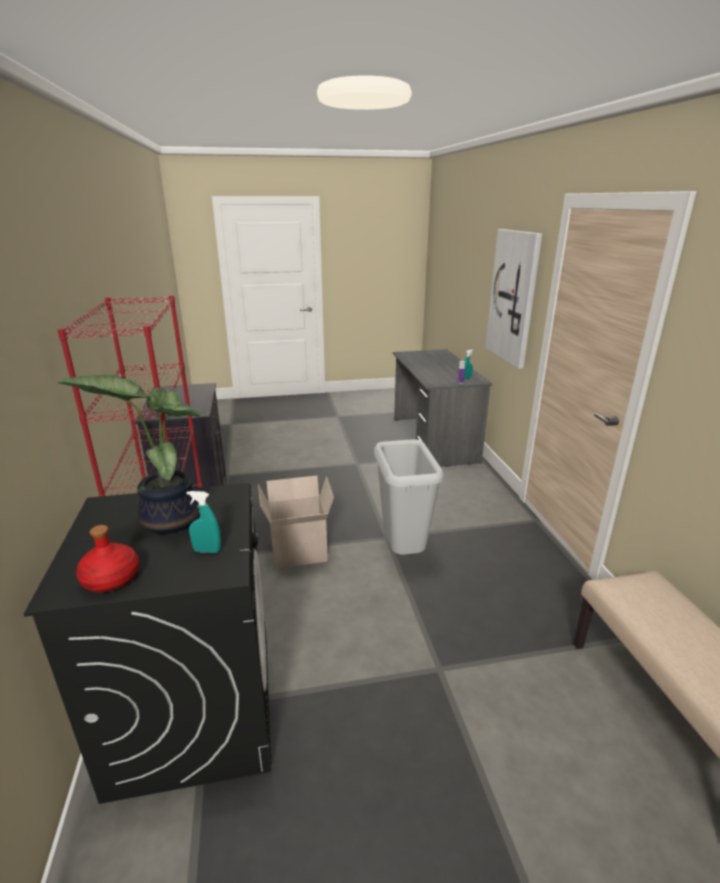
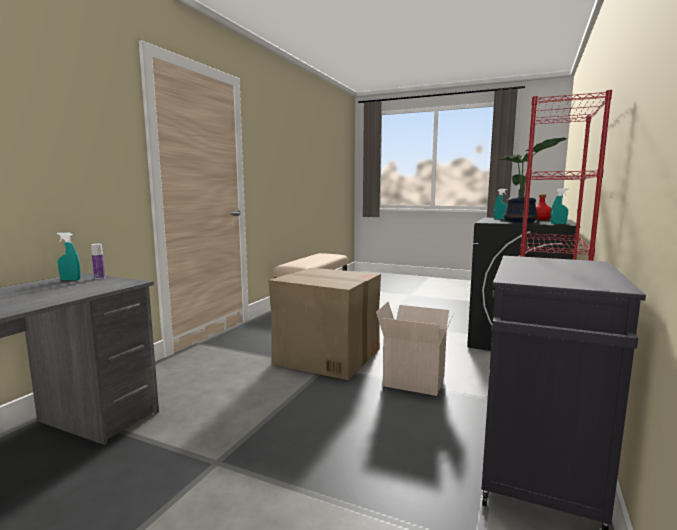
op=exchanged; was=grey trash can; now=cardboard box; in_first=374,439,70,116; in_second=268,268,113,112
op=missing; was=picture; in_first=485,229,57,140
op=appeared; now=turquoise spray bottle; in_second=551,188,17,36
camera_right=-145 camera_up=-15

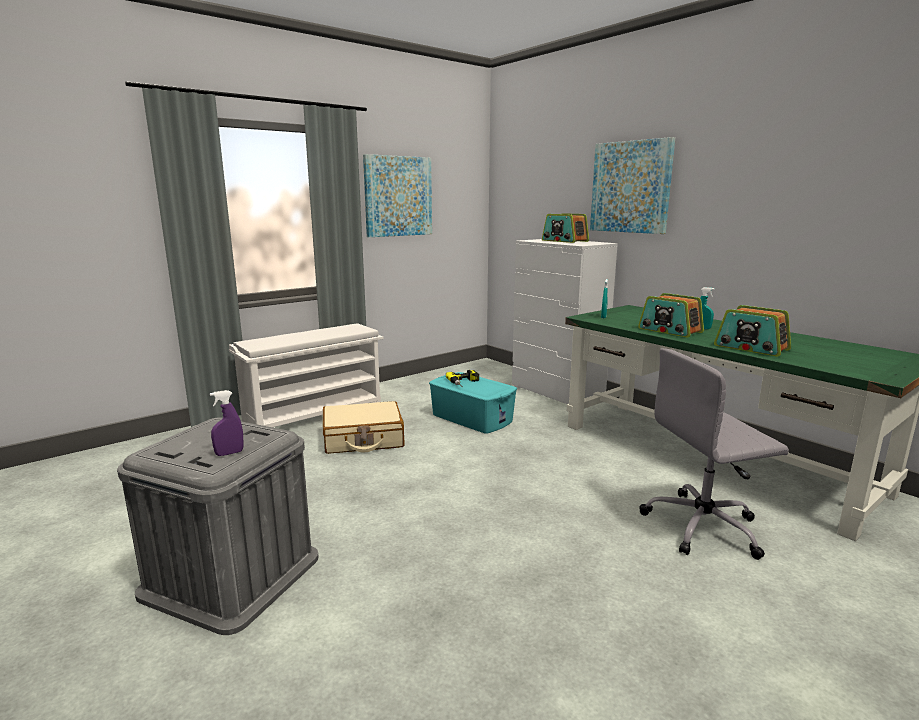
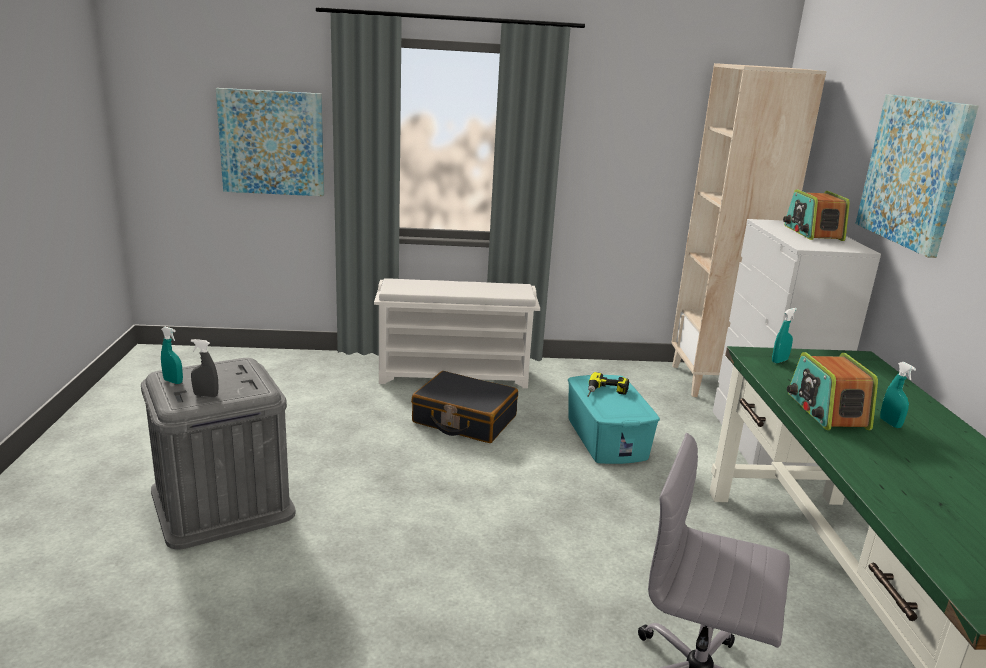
op=colour; was=purple spray bottle; now=grey spray bottle; in_first=210,390,34,66; in_second=191,339,27,58
op=colour; was=beige suitcase; now=black suitcase; in_first=322,401,82,53; in_second=411,371,107,72
op=relocated; was=picture; in_first=363,154,69,83; in_second=216,88,108,108
op=missing; was=radio; in_first=714,305,77,52
op=appeared; now=turquoise spray bottle; in_second=161,327,22,57
op=appeared; now=beige bookcase; in_second=671,63,156,334
camera_right=35 camera_up=5

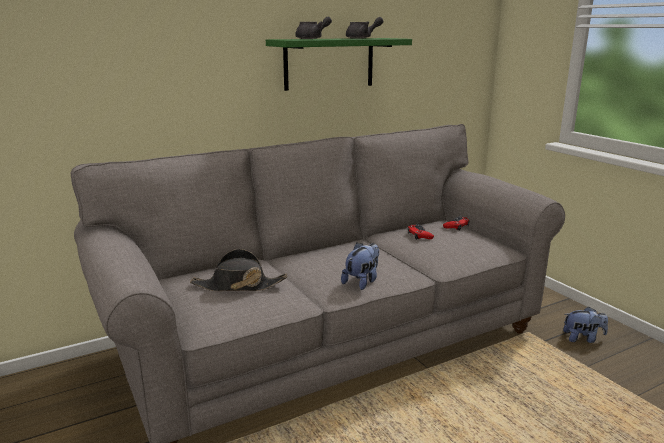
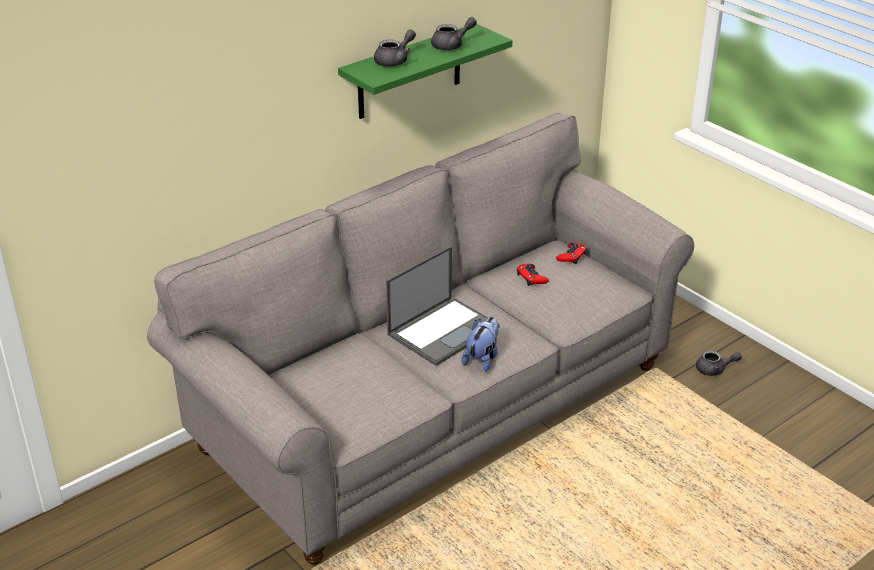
op=missing; was=black hat; in_first=190,249,97,42
op=exchanged; was=plush toy; now=grey teapot; in_first=563,307,45,36; in_second=696,350,46,26
op=appeared; now=laptop; in_second=386,246,114,120
camera_right=-10 camera_up=15

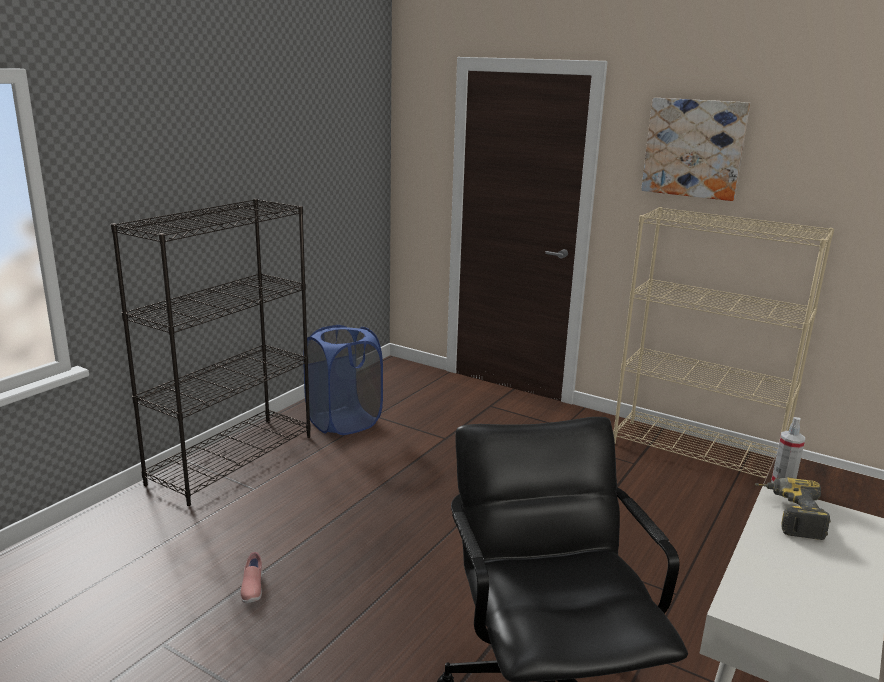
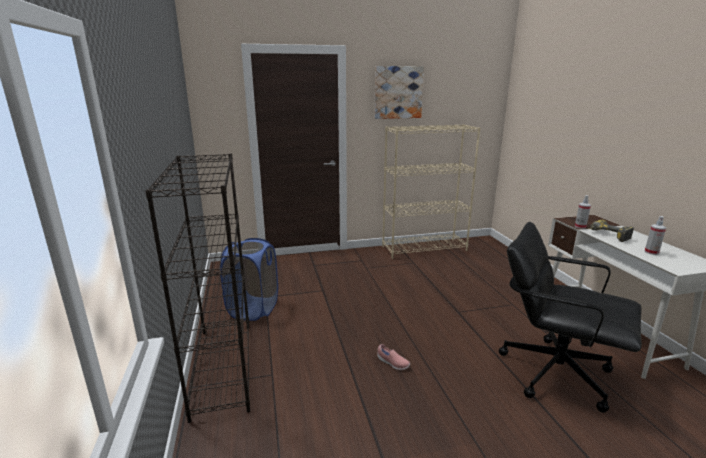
op=relocated; was=pink shoe; in_first=241,552,21,51; in_second=377,344,33,26
op=appeared; now=spray bottle; in_second=645,216,21,39
camera_right=-45 camera_up=0

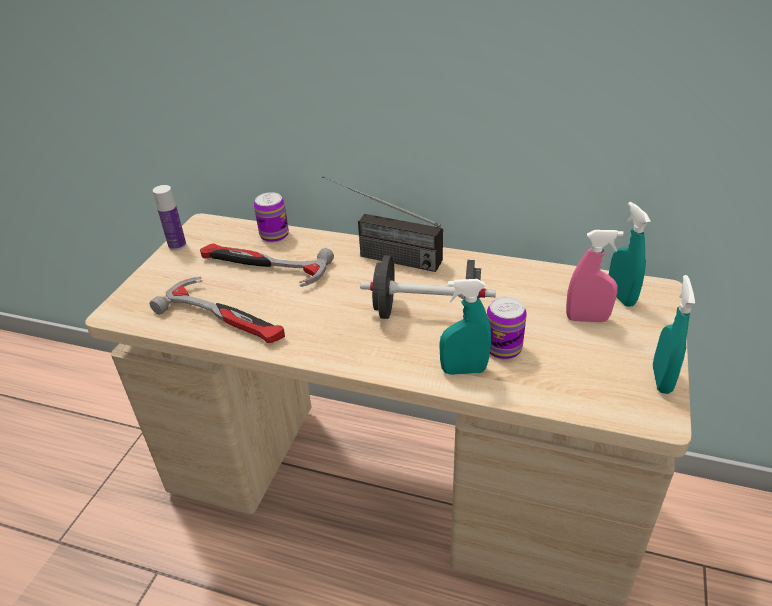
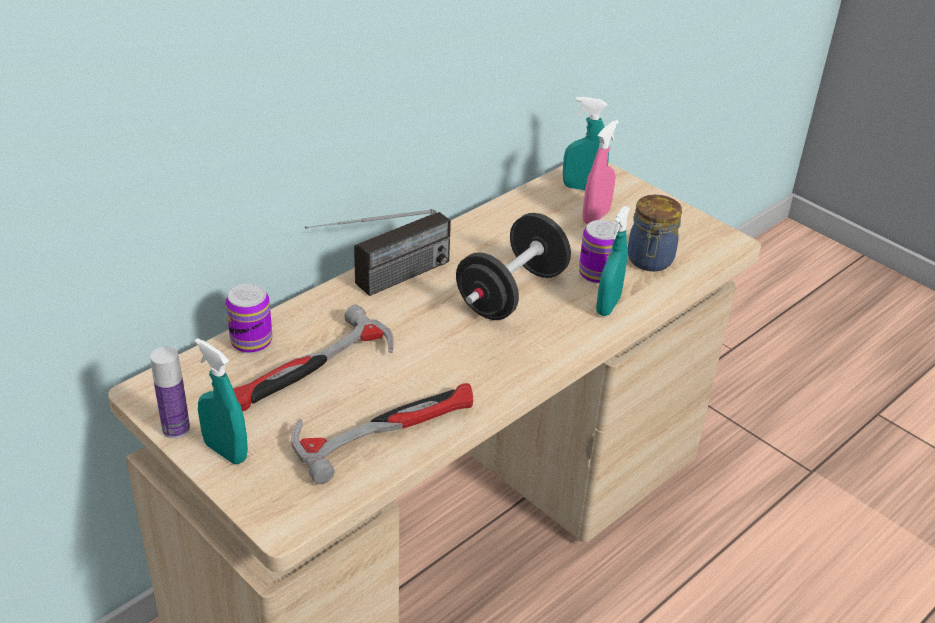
op=relocated; was=turquoise spray bottle; in_first=653,275,42,119; in_second=195,338,53,126
op=appeared; now=jar; in_second=628,195,54,77
camera_right=-65 camera_up=0

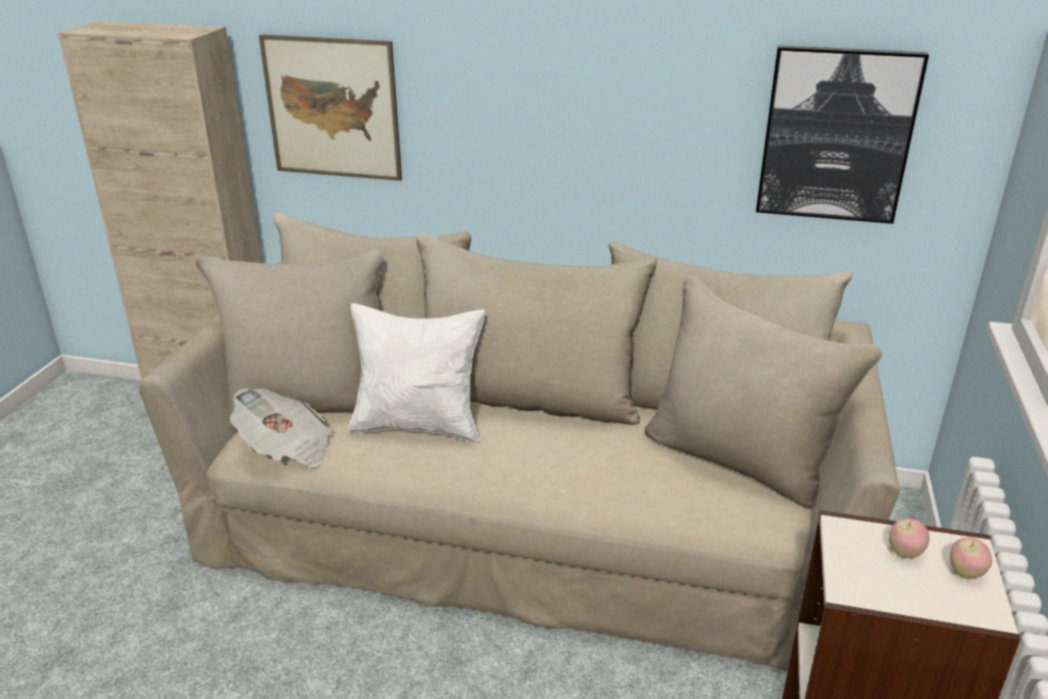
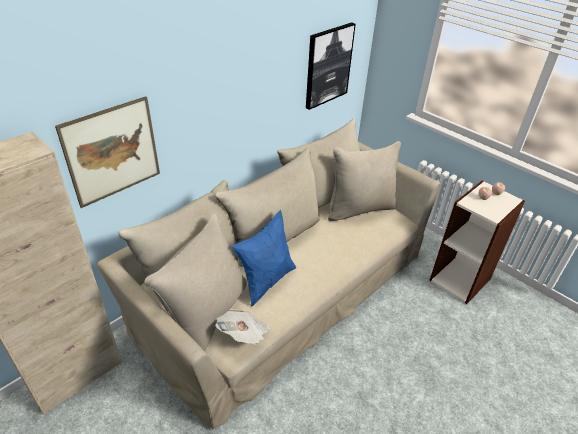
op=colour; was=white pillow; now=blue pillow; in_first=348,303,137,140; in_second=232,210,64,96
camera_right=-60 camera_up=10

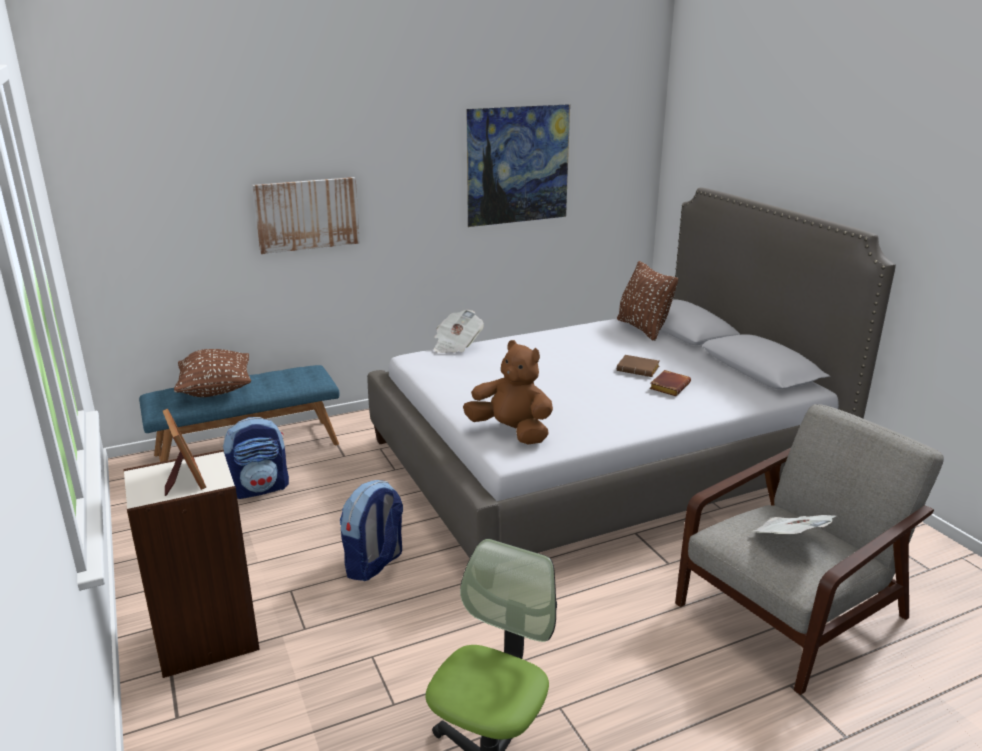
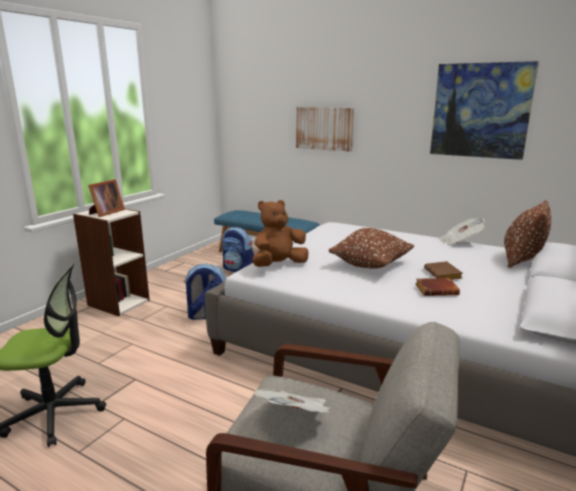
op=relocated; was=brown pillow; in_first=174,349,77,48; in_second=329,228,85,41
op=relocated; was=newspaper; in_first=434,310,50,43; in_second=438,218,47,26
op=spun; was=brown plush toy; in_first=463,340,90,105; in_second=253,200,55,67; clockwise=-120
camera_right=55 camera_up=-5

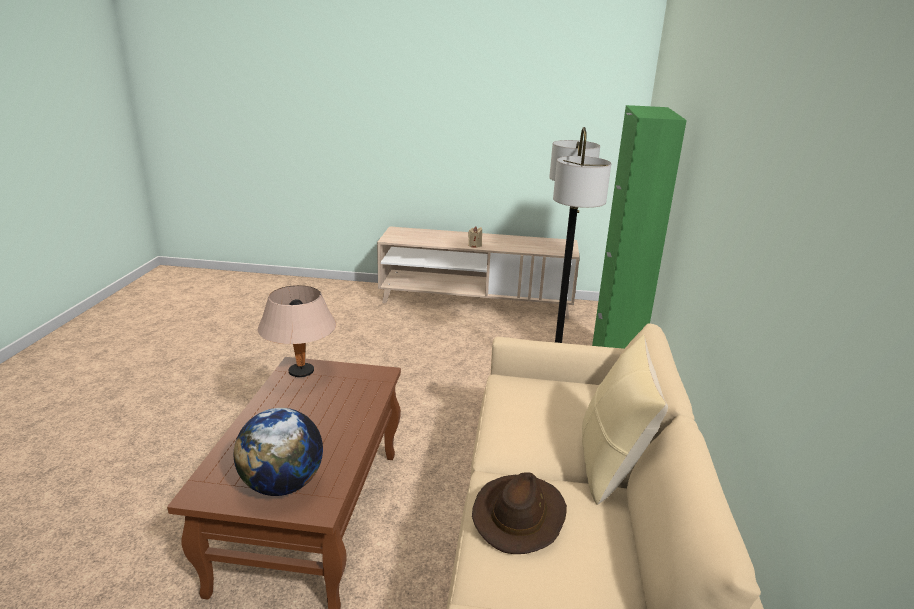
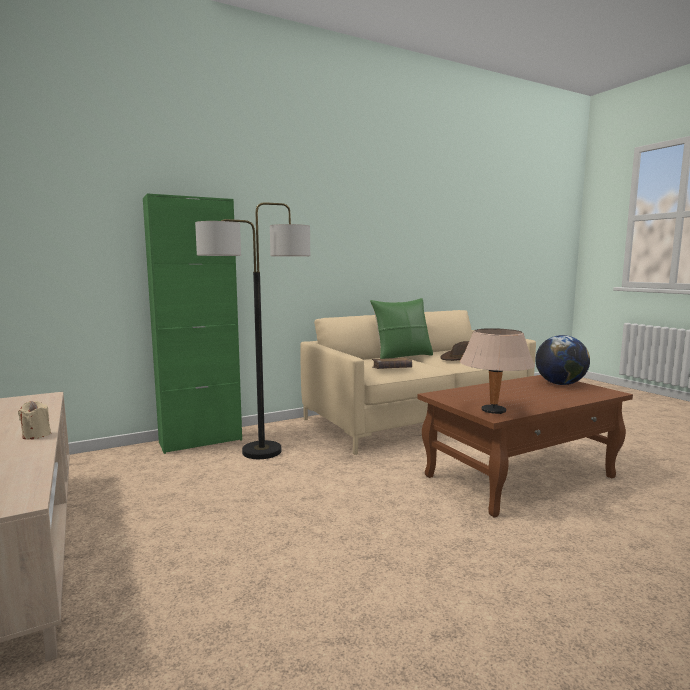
op=colour; was=beige pillow; now=green pillow; in_first=582,334,86,171; in_second=370,298,63,61
op=appeared; now=brown book; in_second=372,357,40,12
camera_right=-125 camera_up=-15

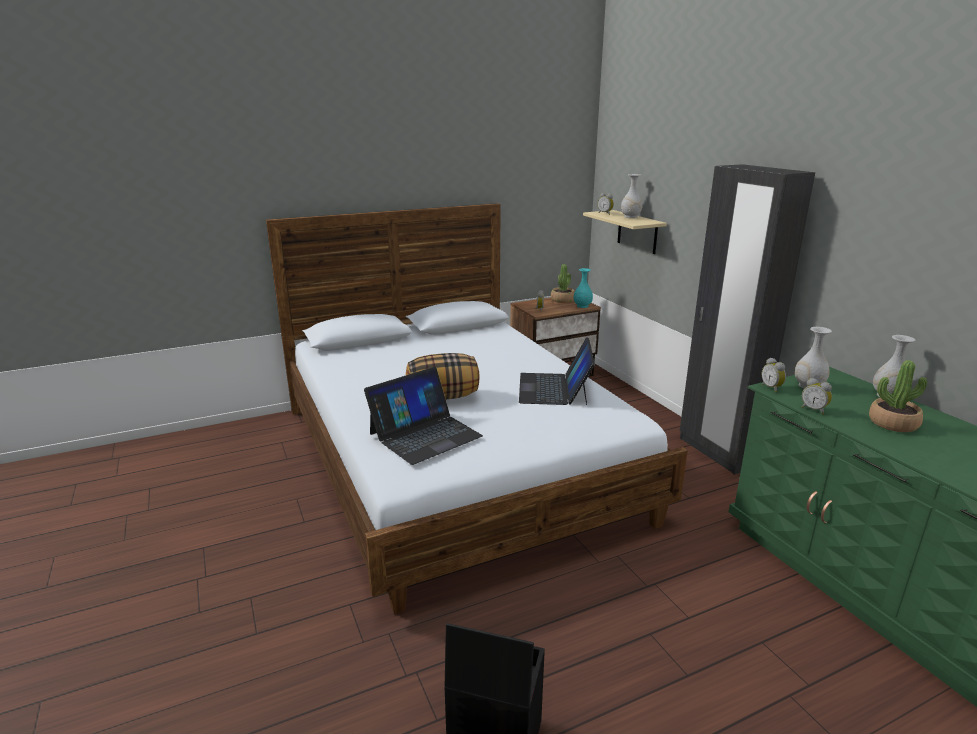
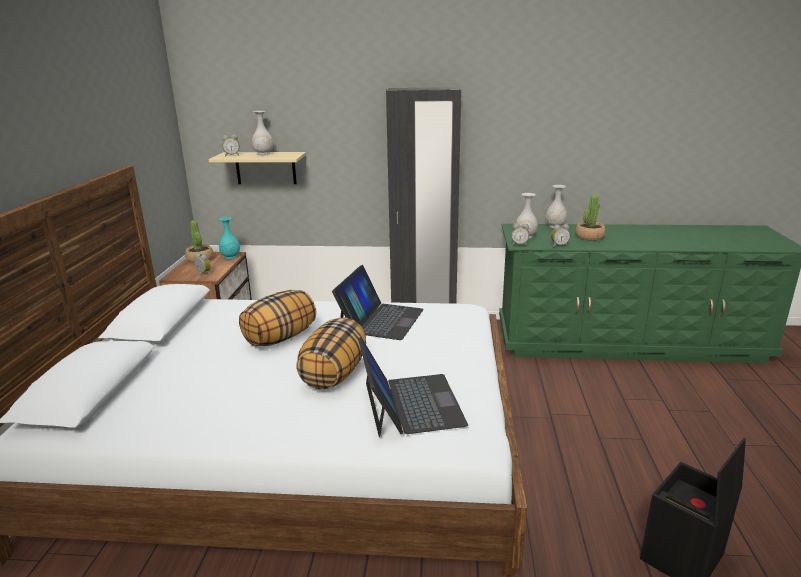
op=spun; was=laptop; in_first=519,337,76,68; in_second=332,265,92,75; clockwise=-105
op=appeared; now=pillow; in_second=239,290,77,56
camera_right=-60 camera_up=0

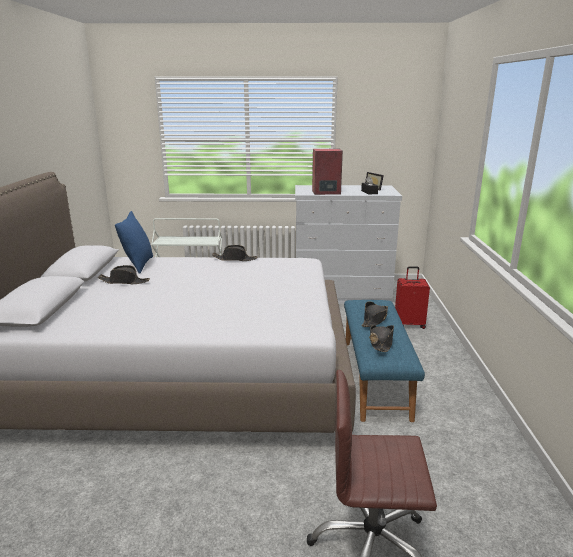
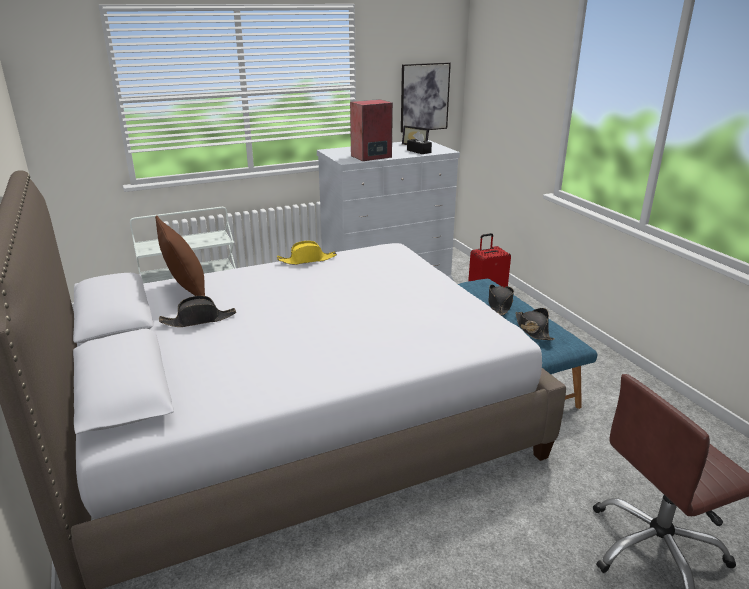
op=colour; was=blue pillow; now=brown pillow; in_first=115,211,38,63; in_second=155,215,50,81
op=colour; was=black hat; now=yellow hat; in_first=212,245,45,16; in_second=277,241,60,24
op=appeared; now=picture; in_second=401,62,50,71
camera_right=-25 camera_up=5

